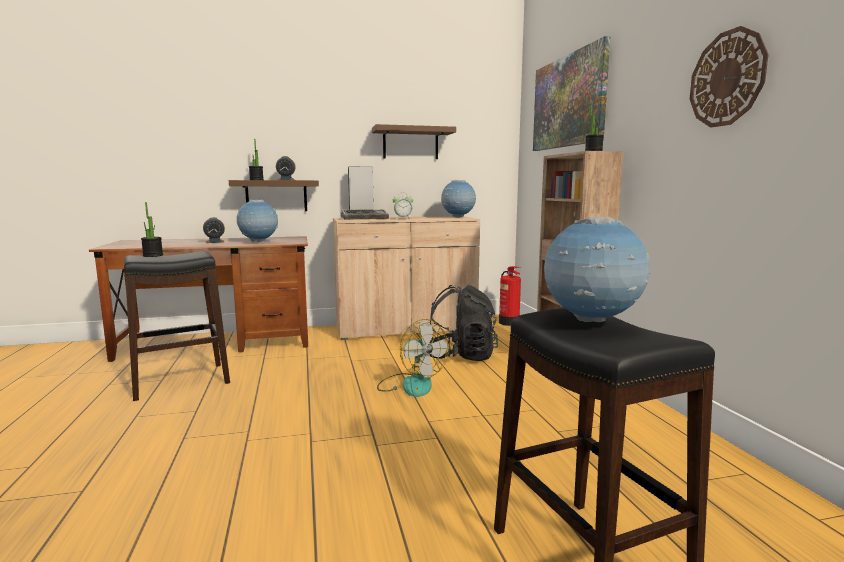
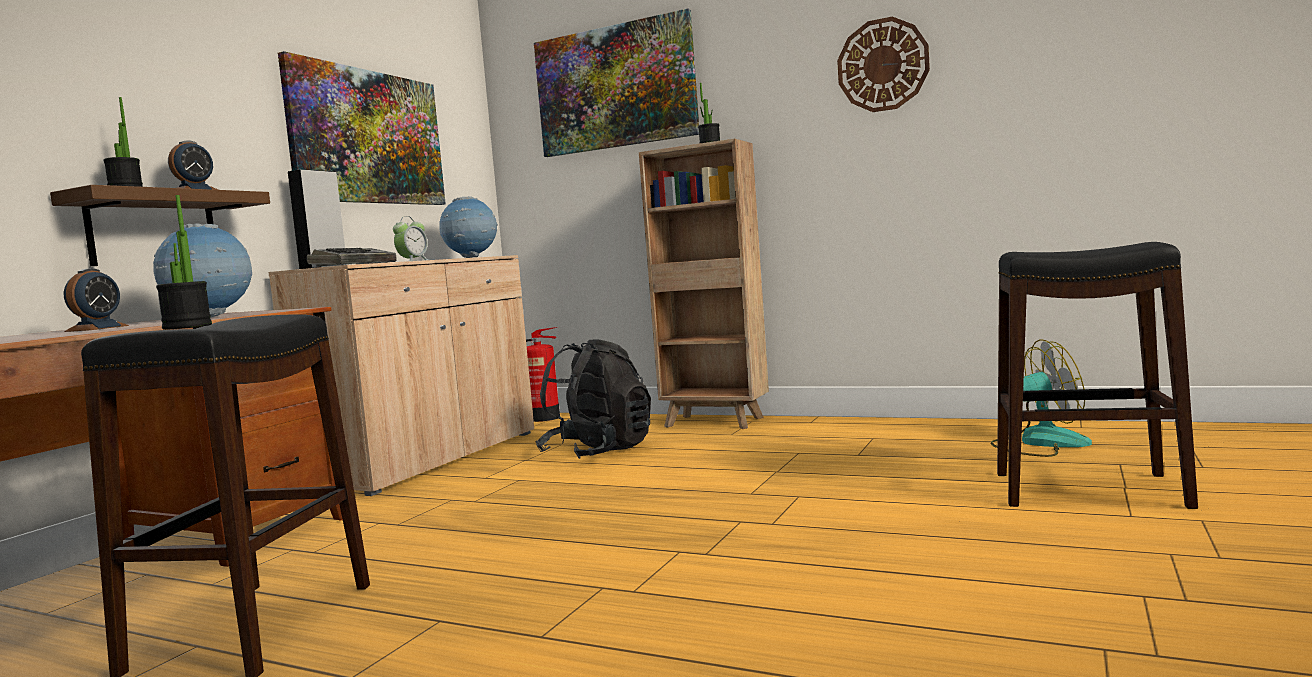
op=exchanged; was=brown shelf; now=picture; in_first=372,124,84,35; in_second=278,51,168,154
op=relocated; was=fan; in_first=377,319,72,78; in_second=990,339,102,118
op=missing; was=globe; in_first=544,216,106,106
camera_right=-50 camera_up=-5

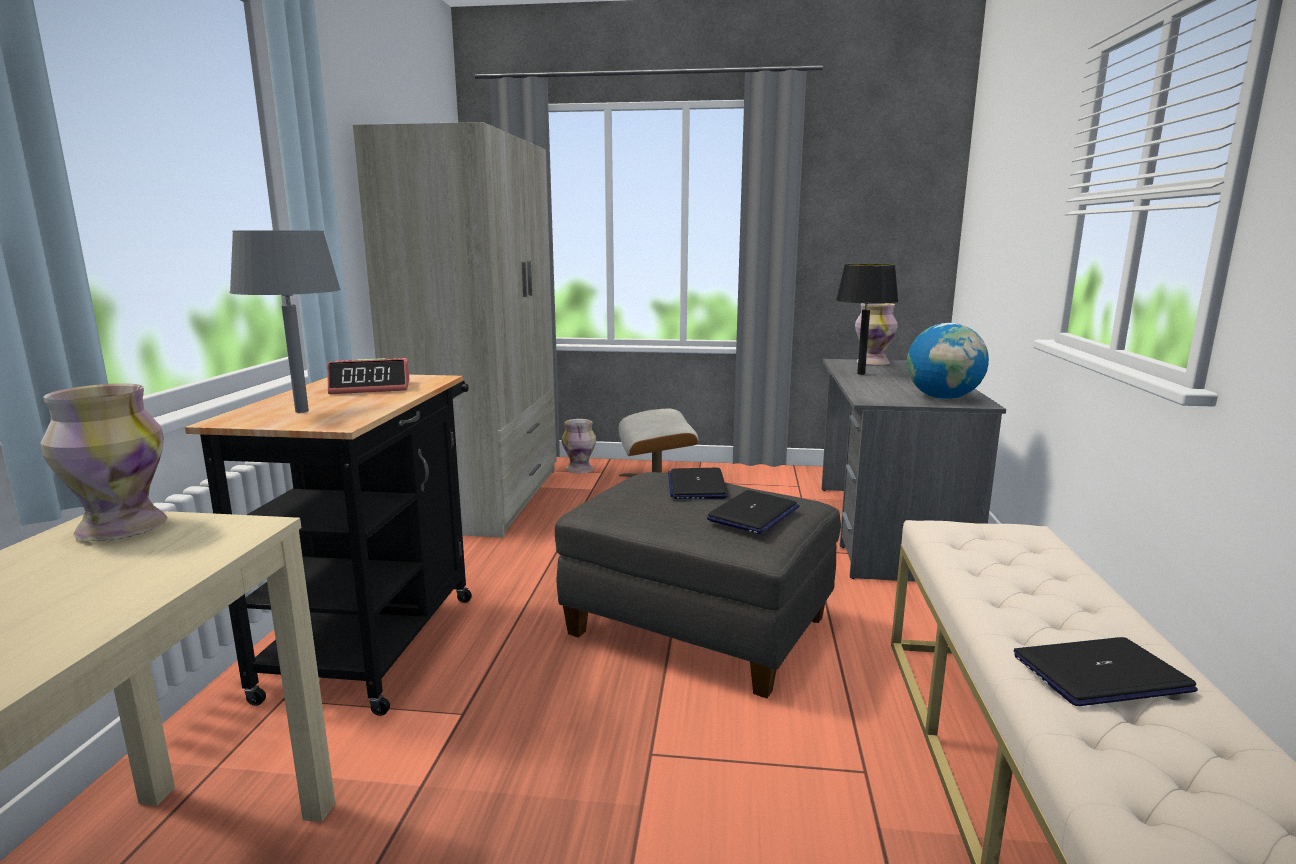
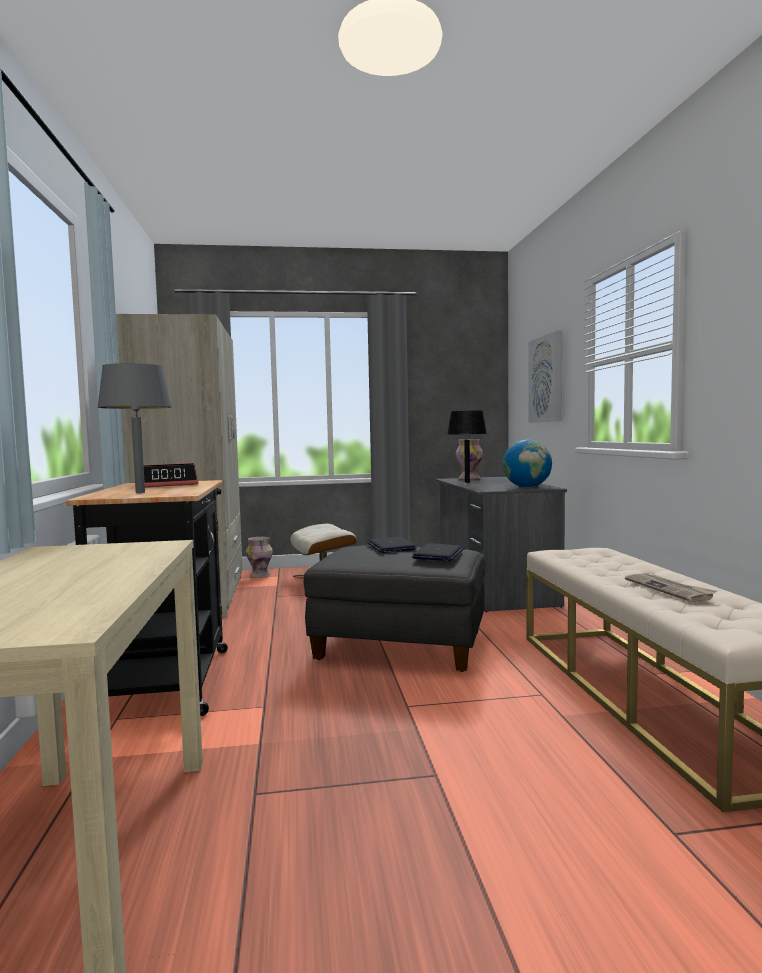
op=missing; was=vase; in_first=41,383,126,158
op=exchanged; was=laptop; now=newspaper; in_first=1014,637,184,69; in_second=625,573,92,29
op=appeared; now=picture; in_second=528,330,34,92
camera_right=-15 camera_up=-10

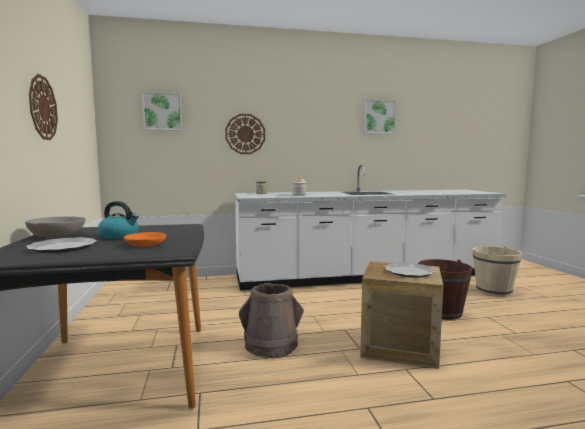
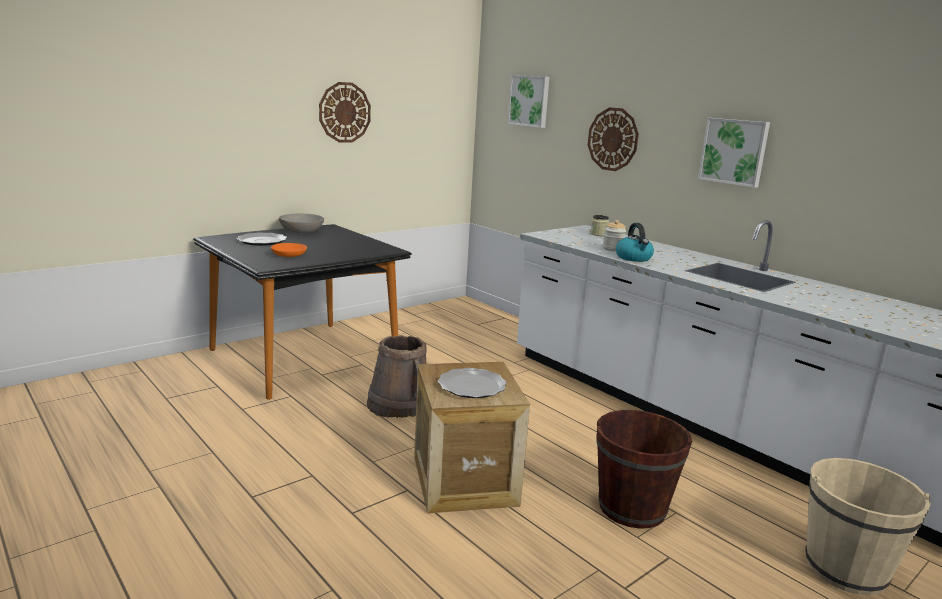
op=relocated; was=kettle; in_first=98,201,41,38; in_second=616,223,38,39
op=relocated; was=picture; in_first=363,100,33,34; in_second=698,118,72,70
camera_right=60 camera_up=10

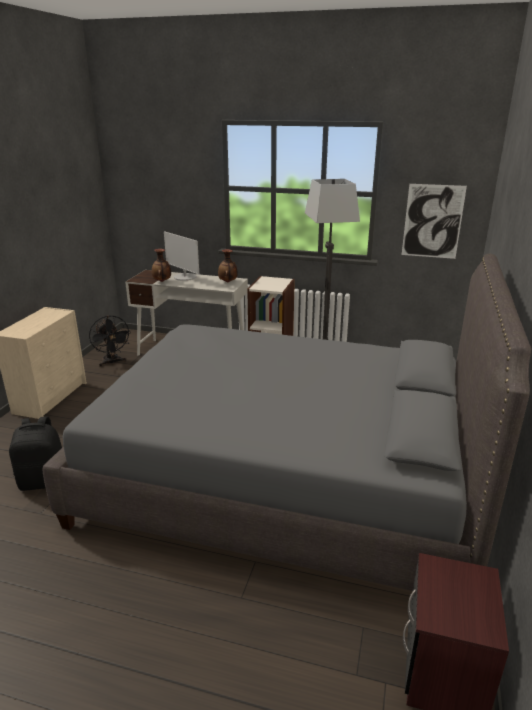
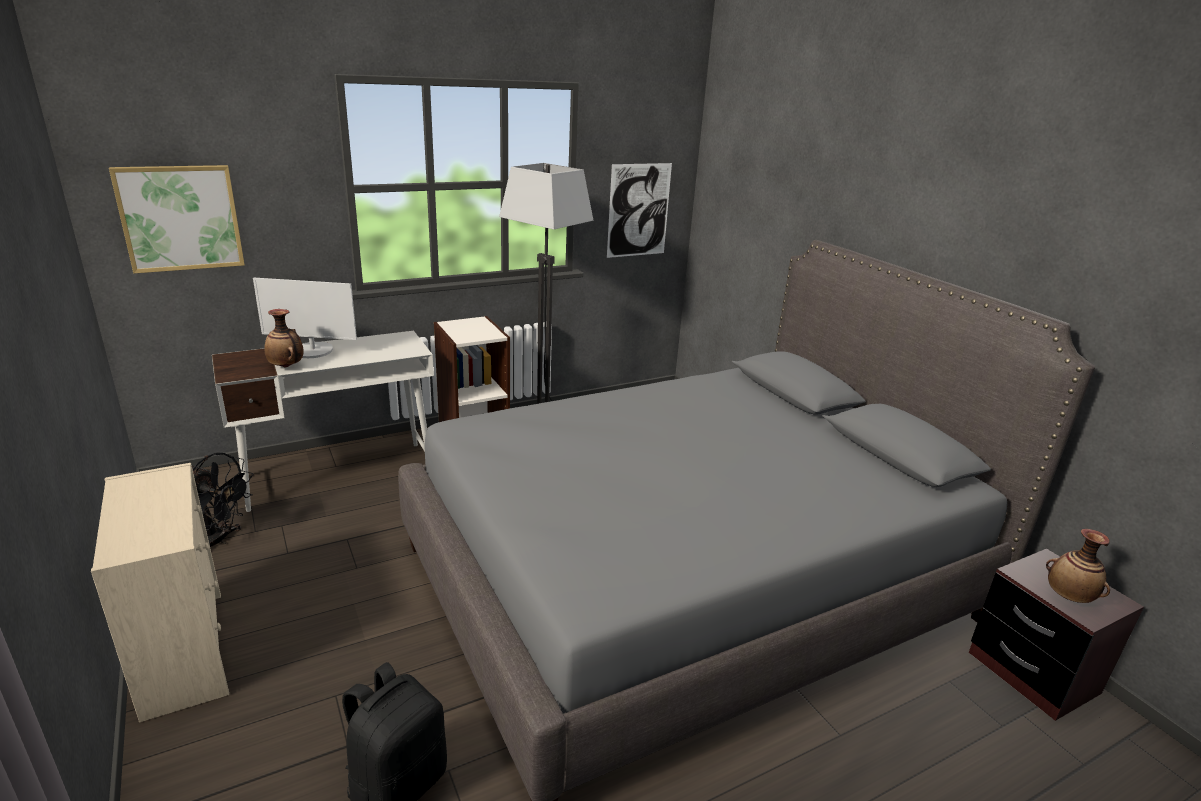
op=relocated; was=vase; in_first=218,249,20,33; in_second=1046,529,64,74
op=appeared; now=picture; in_second=109,165,136,108
camera_right=-45 camera_up=0

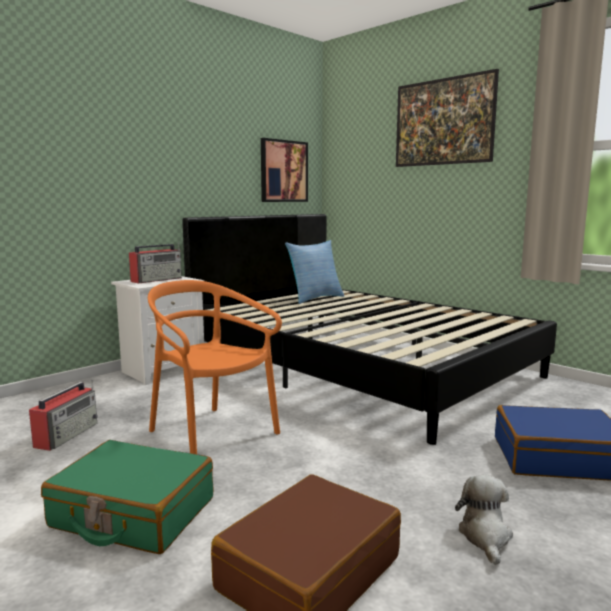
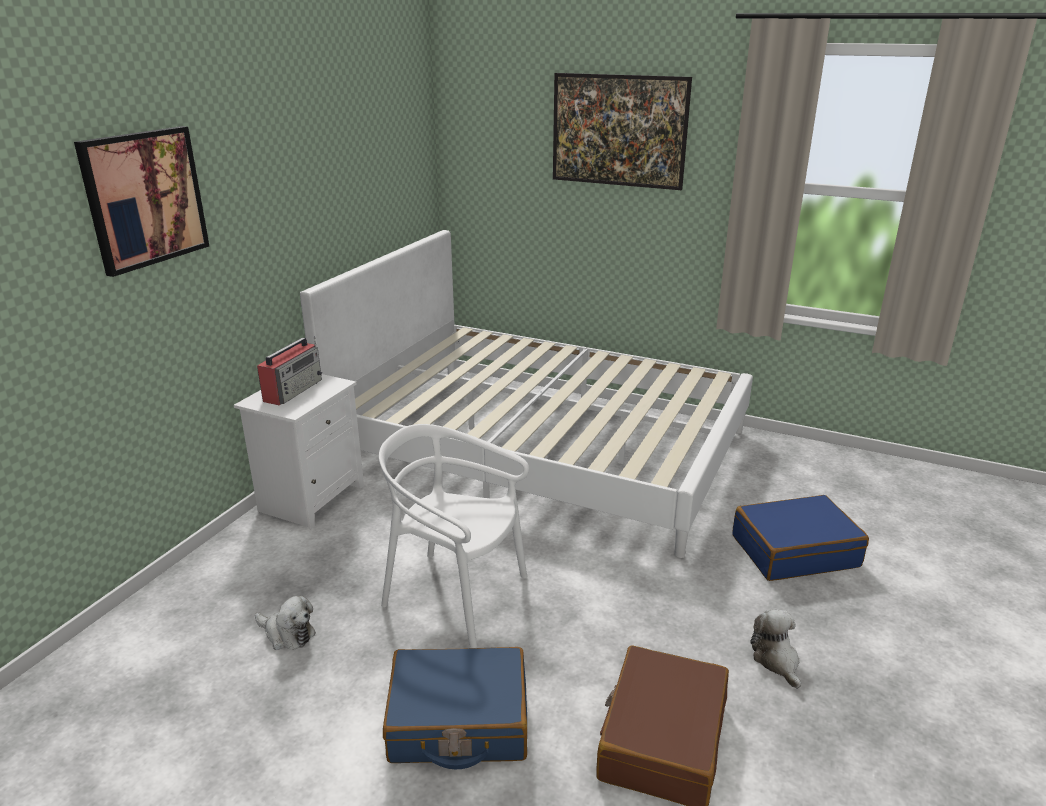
op=exchanged; was=radio; now=plush toy; in_first=29,380,69,71; in_second=255,596,61,54
op=colour; was=green suitcase; now=blue suitcase; in_first=41,440,172,114; in_second=383,647,144,122
op=colour; was=orange chair; now=white chair; in_first=148,280,134,174; in_second=379,424,150,224
op=colour; was=black bed; now=white bed; in_first=182,214,375,231; in_second=300,230,453,328
op=relocated; was=picture; in_first=261,138,47,64; in_second=74,126,135,151
op=missing; was=pillow; in_first=285,240,59,64
camera_right=-20 camera_up=15

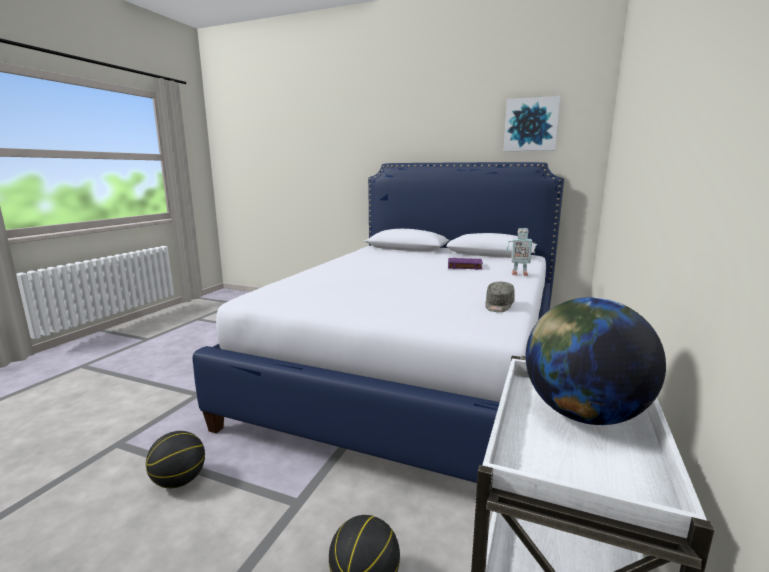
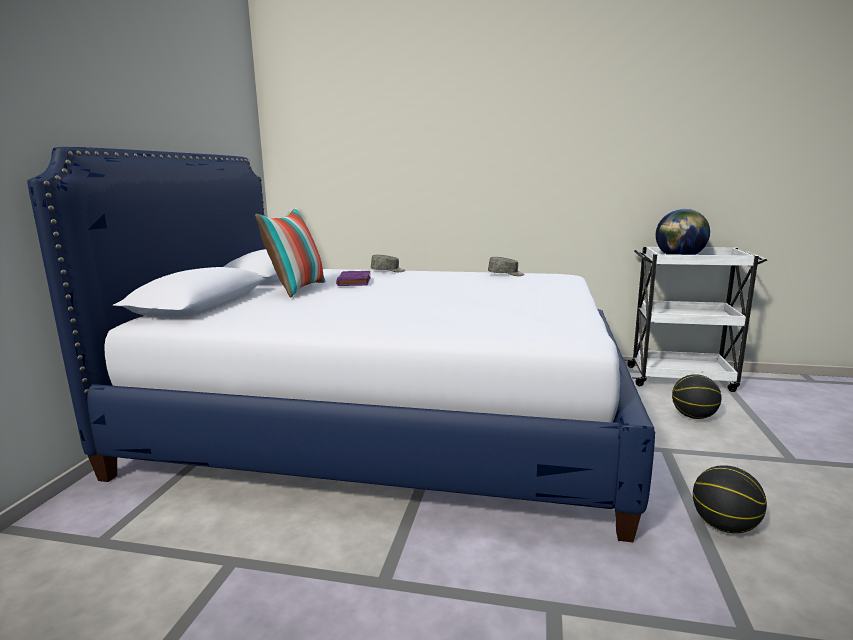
op=missing; was=picture; in_first=504,96,57,55
op=exchanged; was=toy robot; now=grey cap; in_first=507,228,28,48; in_second=371,255,35,17
op=appeared; now=pillow; in_second=255,208,71,90
camera_right=-100 camera_up=0

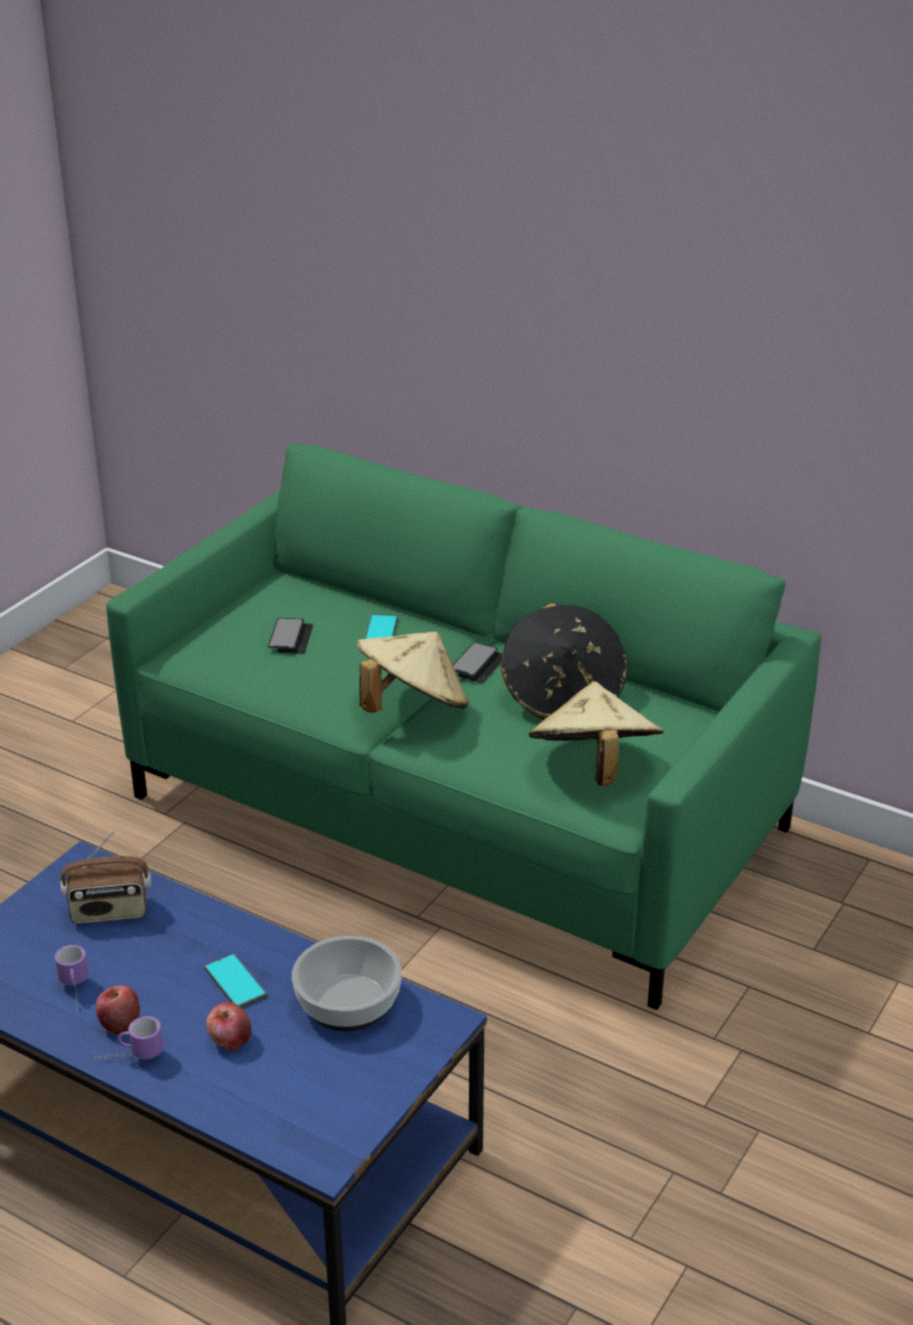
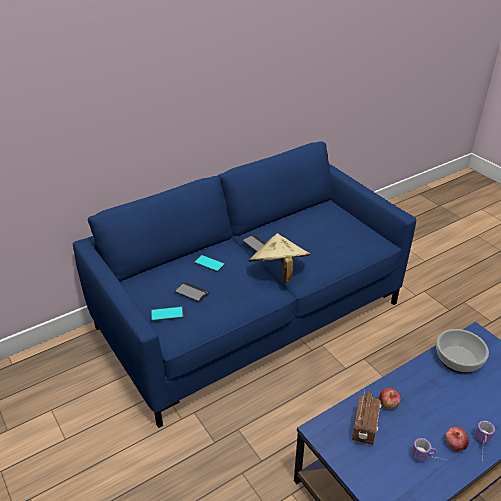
op=colour; was=green sofa; now=blue sofa; in_first=106,444,715,566; in_second=73,141,343,287
op=relocated; was=phone; in_first=204,953,63,55; in_second=151,306,33,15
op=relocated; was=apple; in_first=206,1002,46,49; in_second=379,388,22,21
op=missing; was=black hat; in_first=501,603,126,117
op=missing; was=beige hat; in_first=529,681,135,105
camera_right=-65 camera_up=5

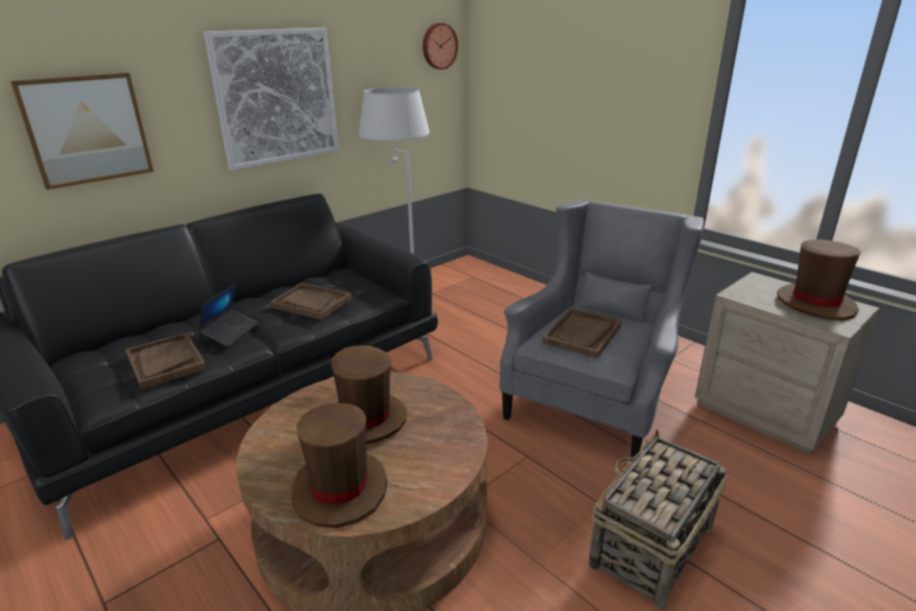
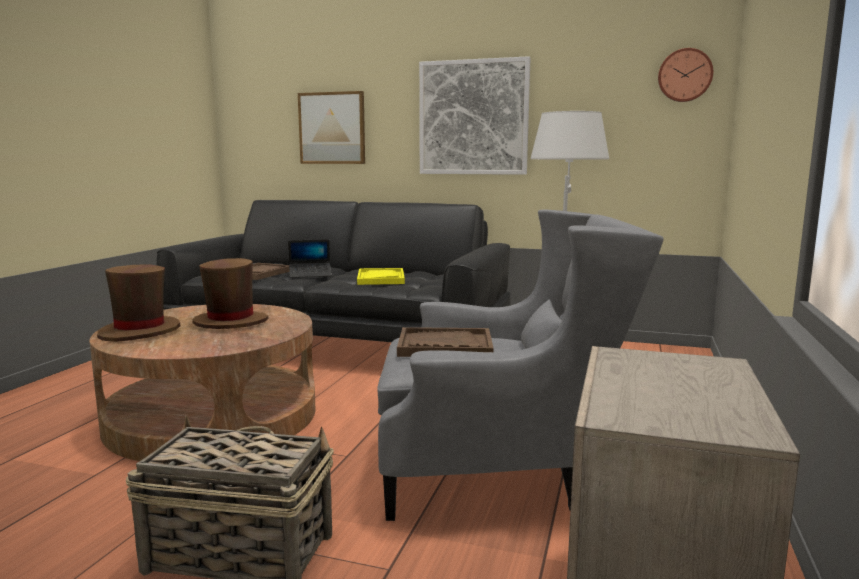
op=colour; was=brown tray; now=yellow tray; in_first=269,283,83,37; in_second=357,268,48,17
op=missing; was=brown hat; in_first=777,239,84,81
camera_right=60 camera_up=-15

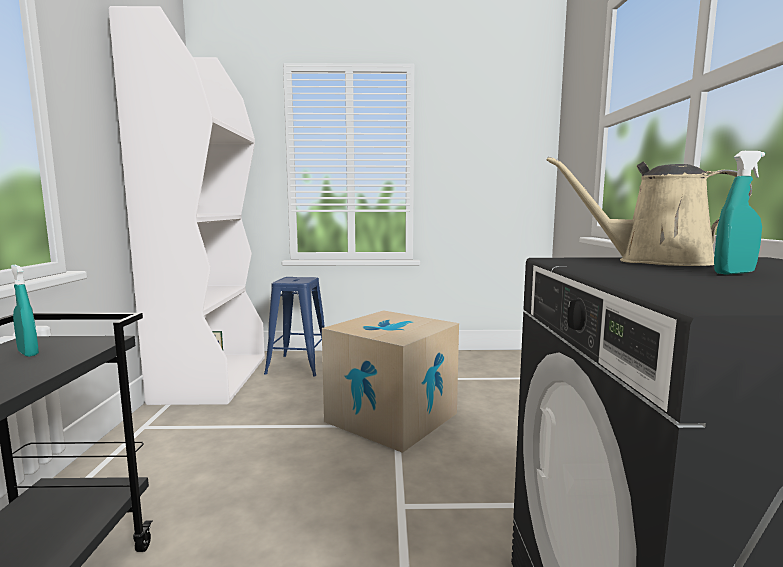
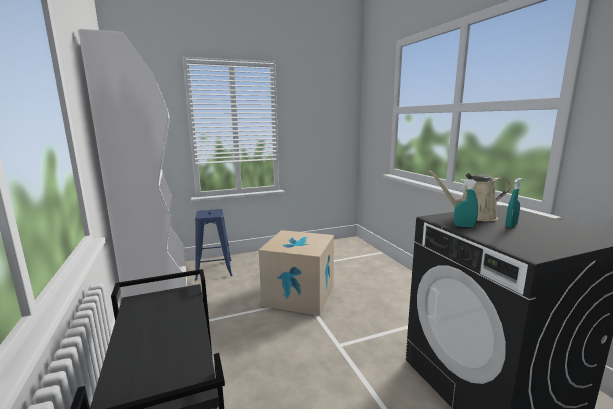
op=relocated; was=turquoise spray bottle; in_first=11,265,28,92; in_second=454,179,24,49
camera_right=-20 camera_up=5

